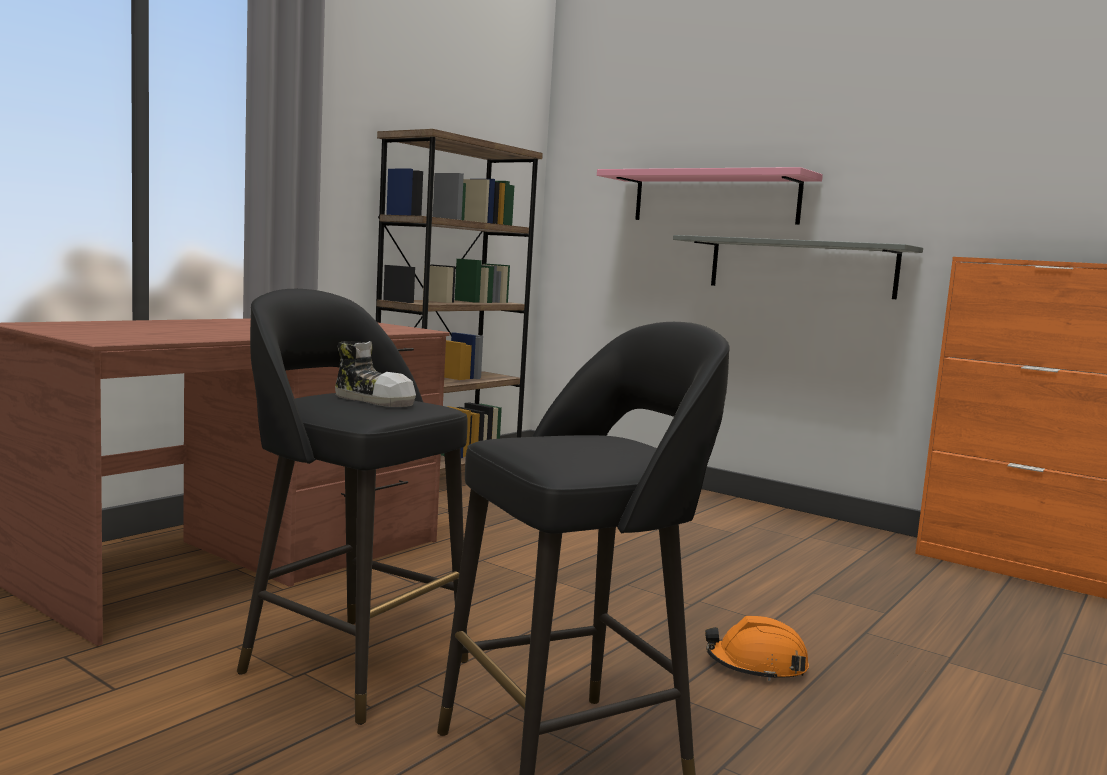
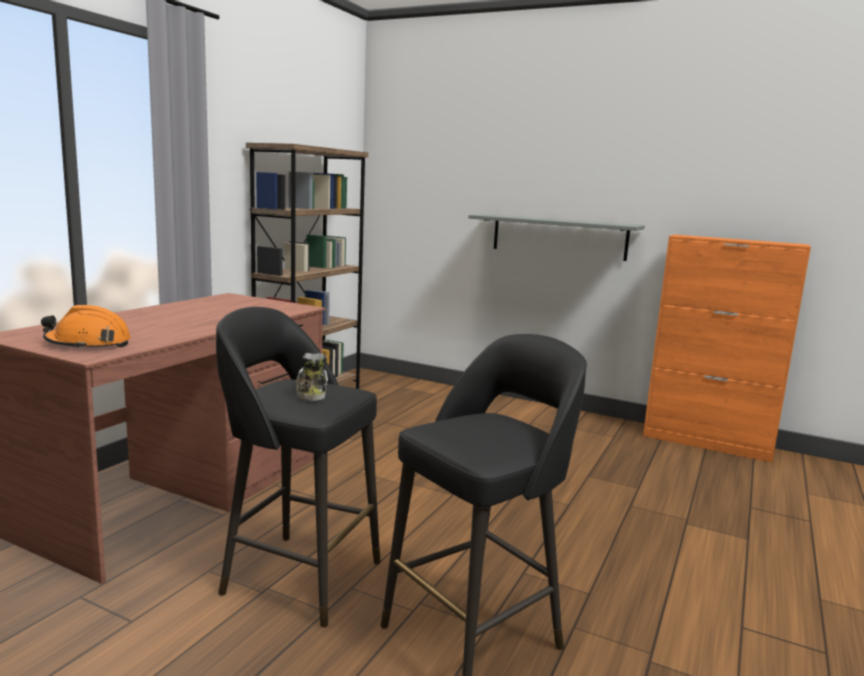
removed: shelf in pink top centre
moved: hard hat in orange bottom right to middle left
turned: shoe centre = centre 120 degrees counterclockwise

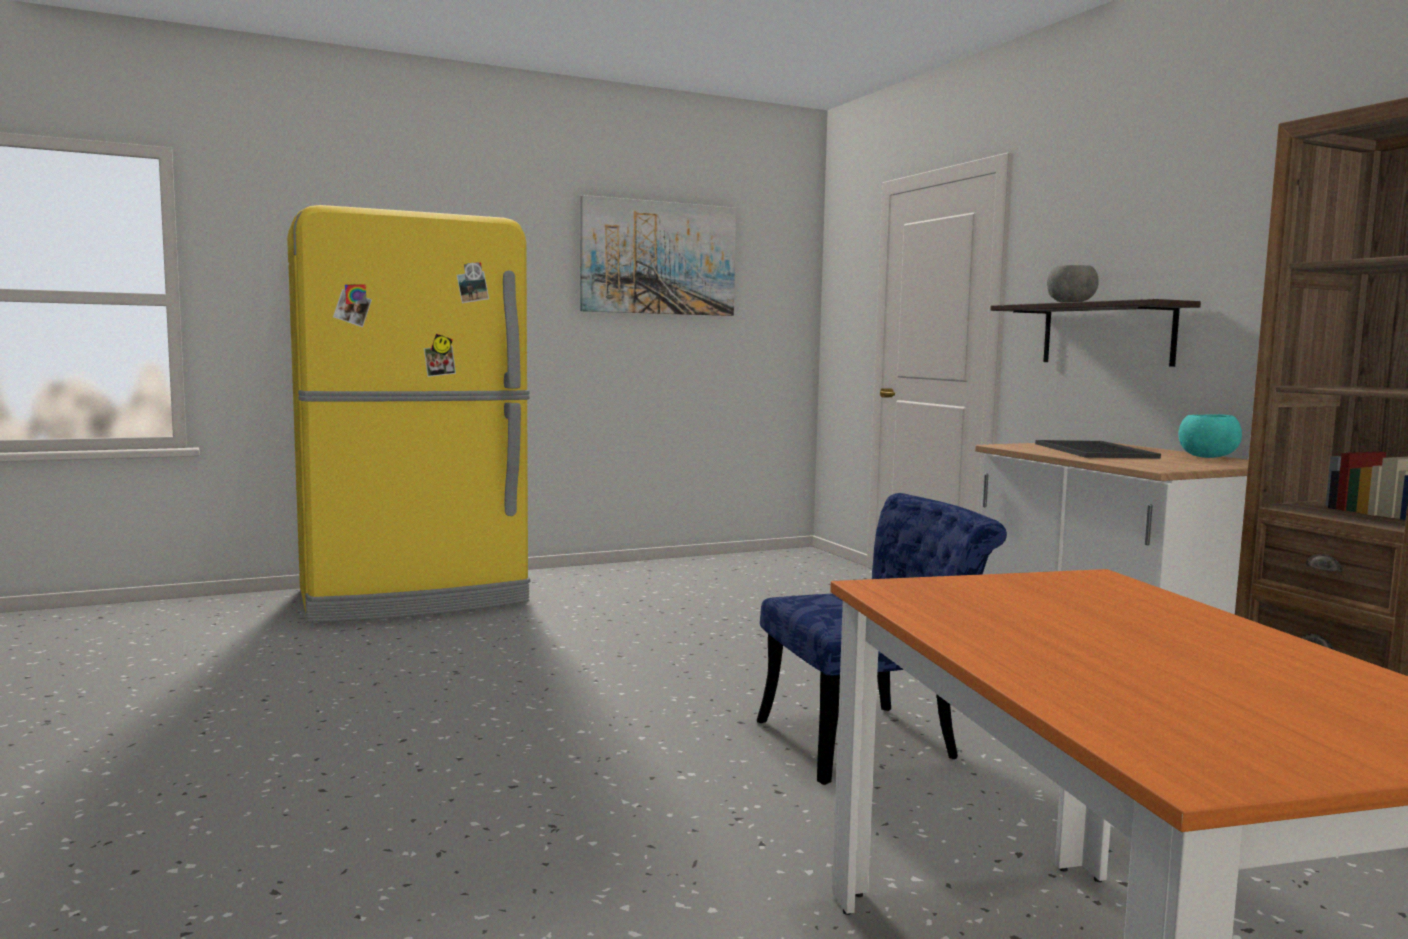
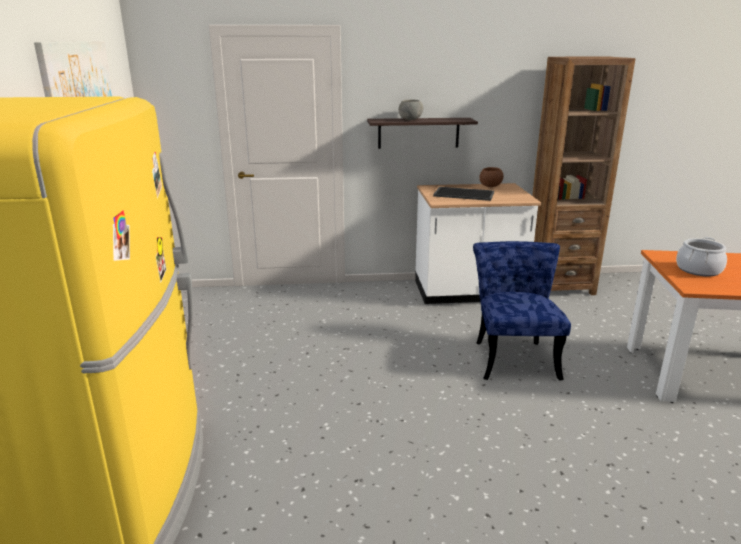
added: cooking pot middle right
recoloured: bowl in turquoise middle right to bowl in brown top centre

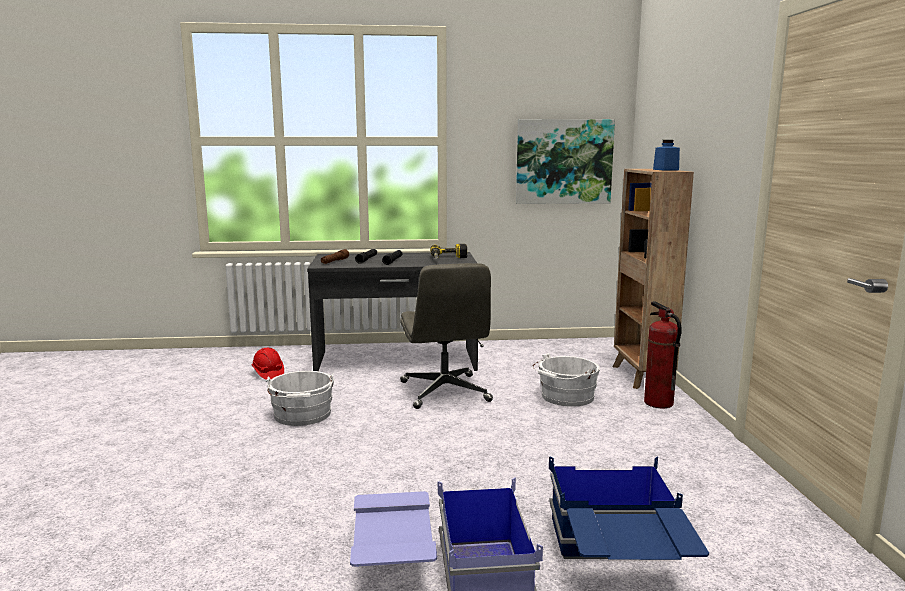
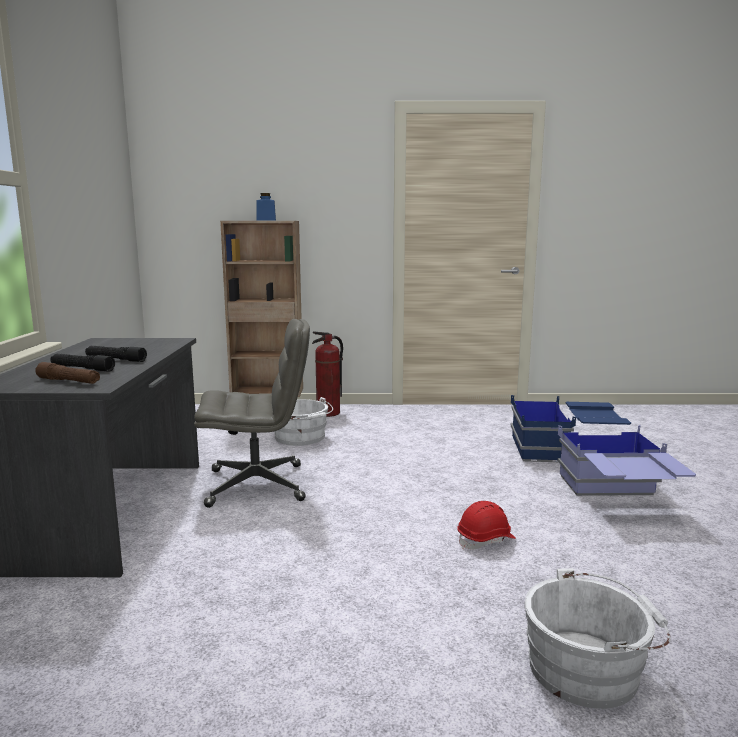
removed: power drill centre; picture top centre
moved: hard hat in red middle left to bottom centre; bucket in white (1st from left in the first image) bottom left to bucket in white (2nd from left) bottom right

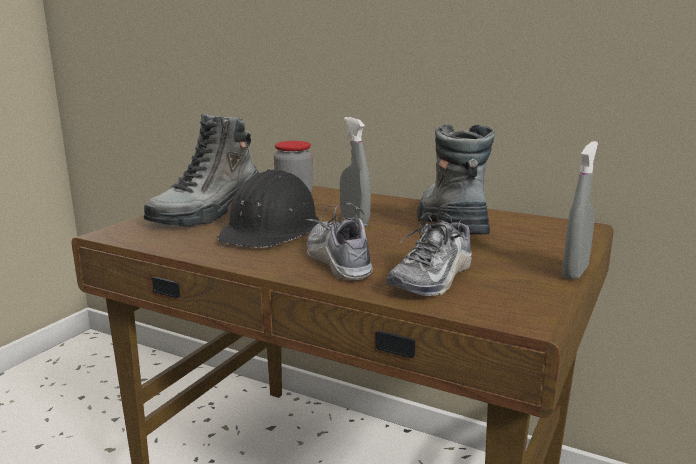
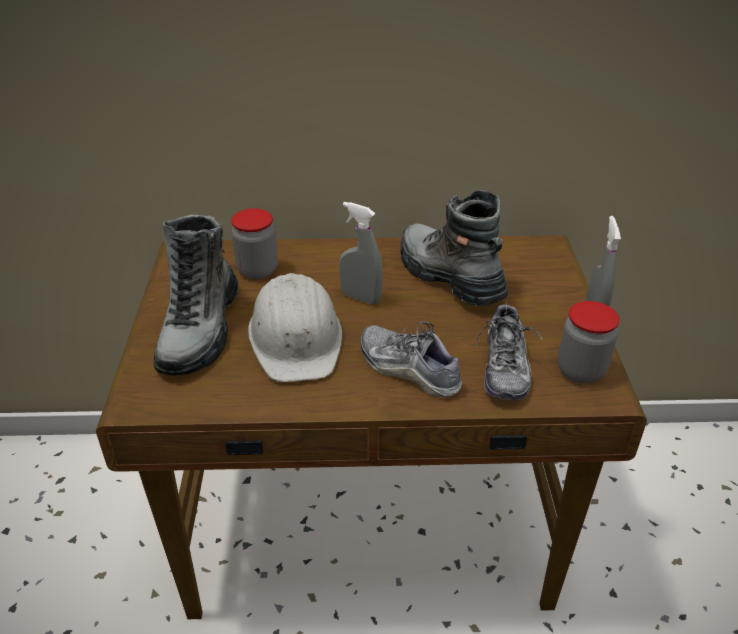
added: jar (2nd from left) middle right
recoloured: hard hat in black centre to hard hat in white centre

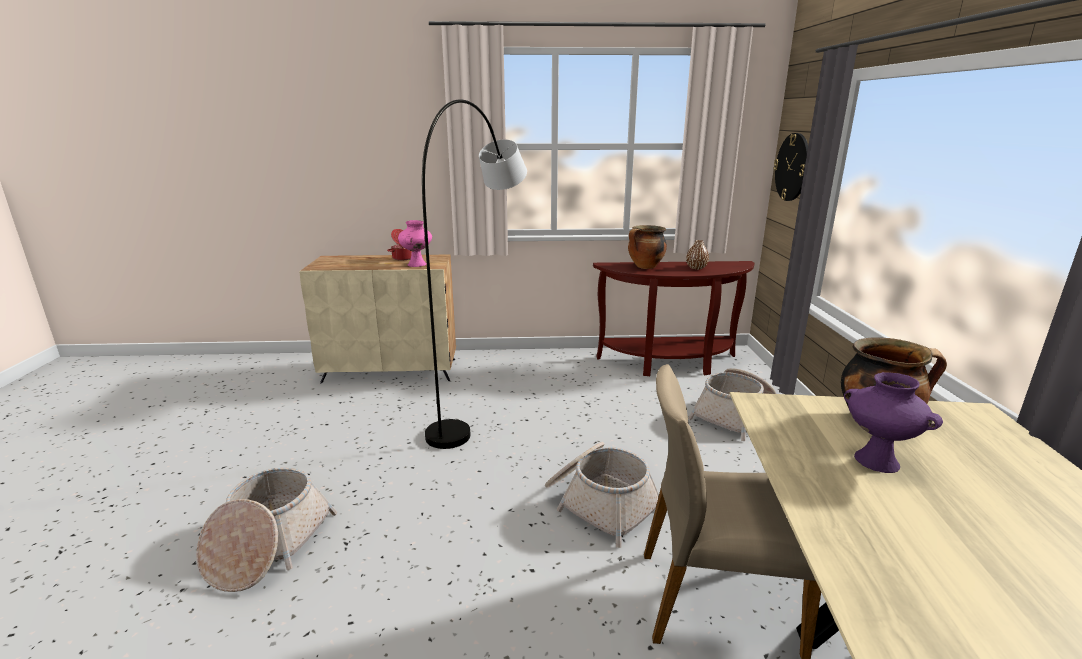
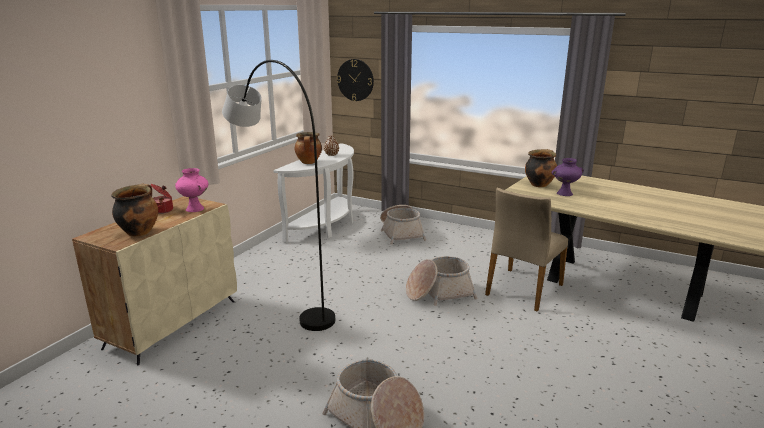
added: cooking pot (1st from left) middle left
recoloured: console table in brown centre to console table in white centre

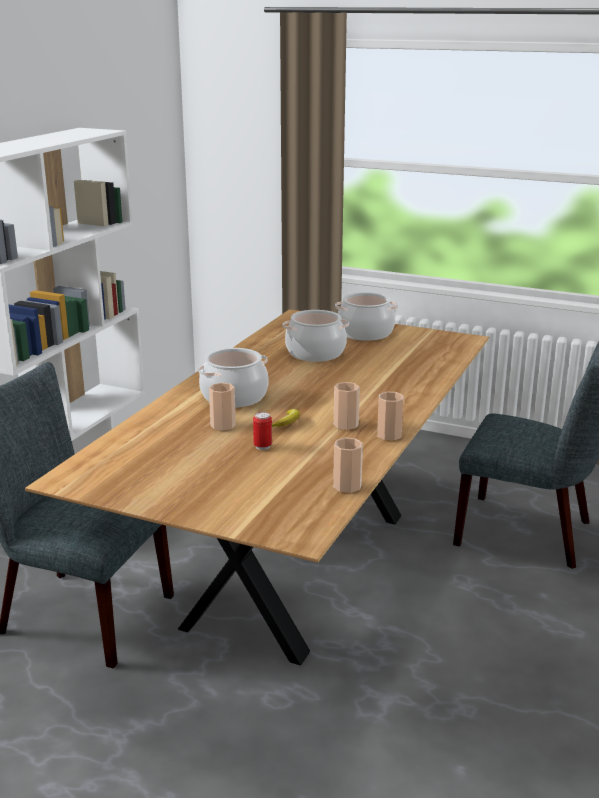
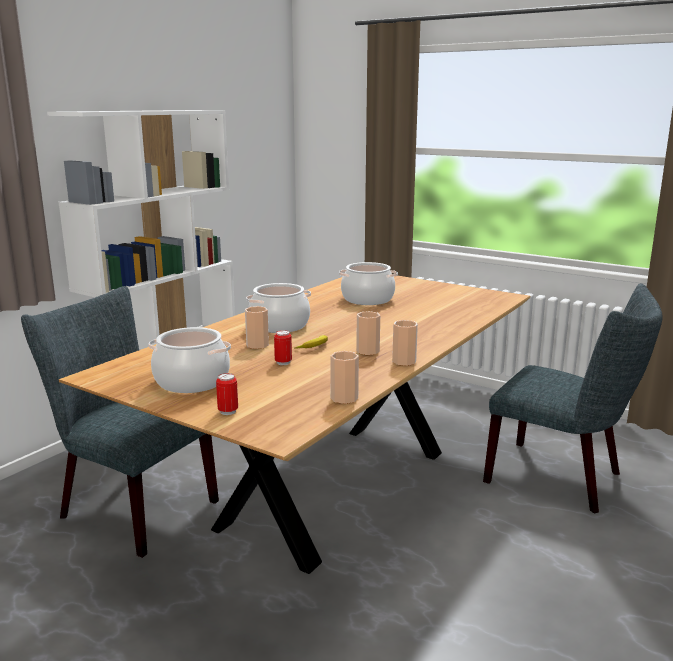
added: can (1st from left) centre
moved: cooking pot (3rd from left in the first image) centre to cooking pot (1st from left) middle left

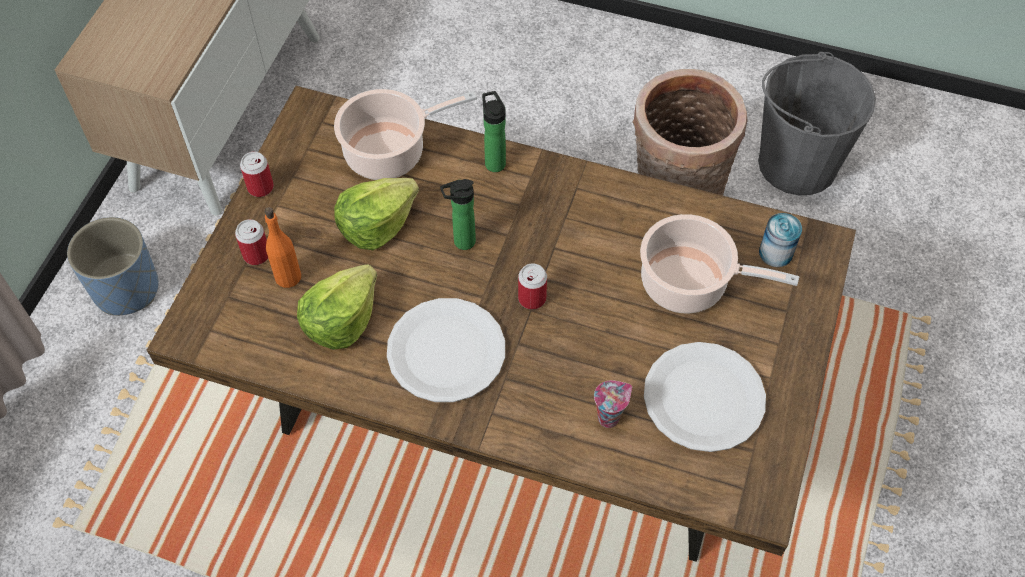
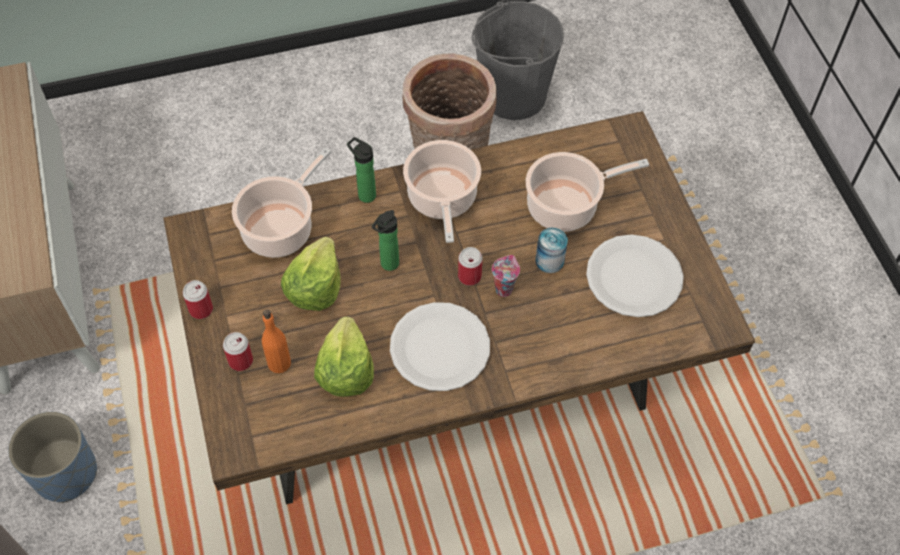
added: cooking pot (2nd from left) centre
moved: cup bottom centre to centre; can (4th from left) middle right to centre

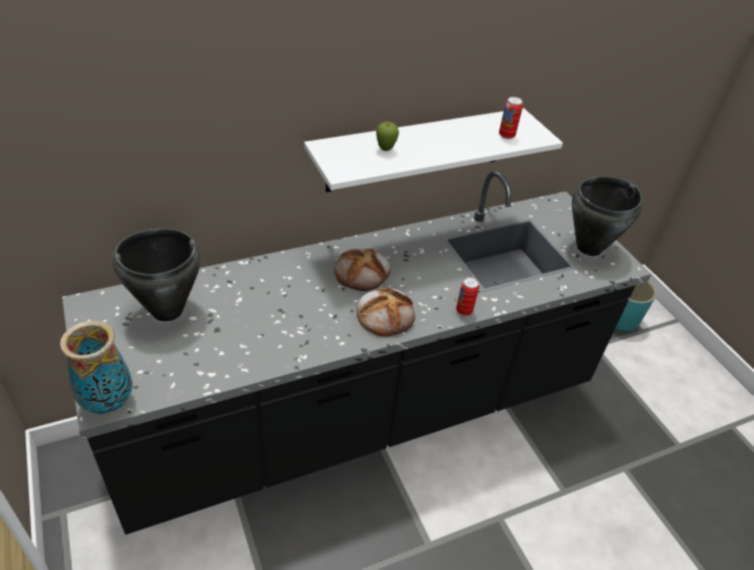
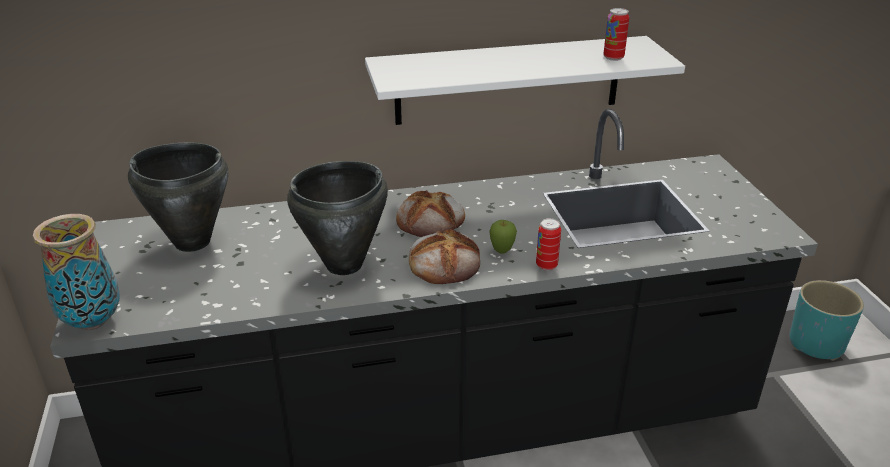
moved: apple top centre to centre; cooking pot in black (2nd from left) middle right to centre

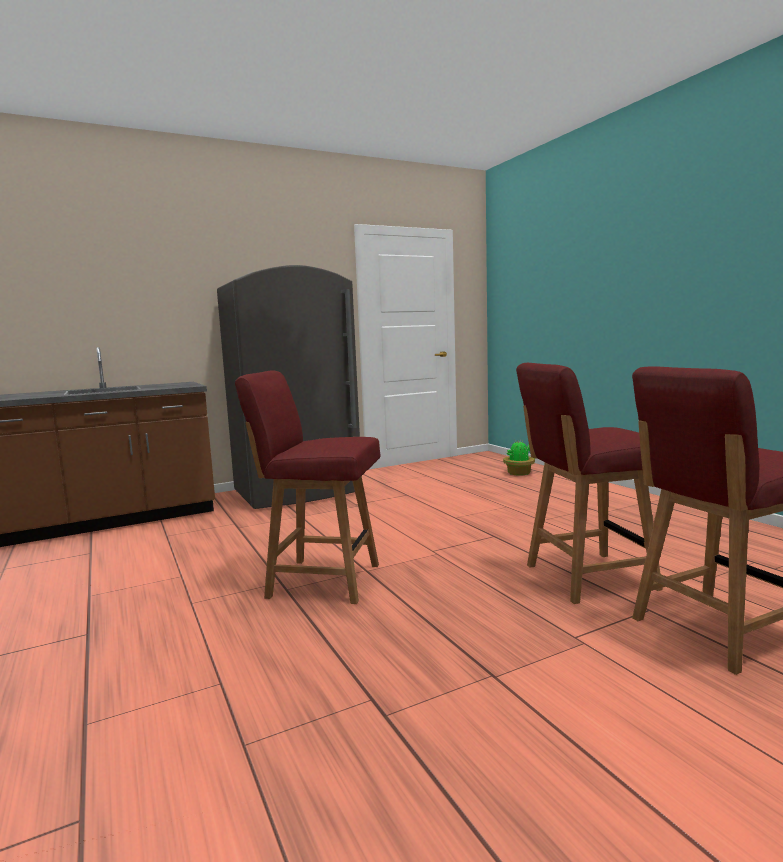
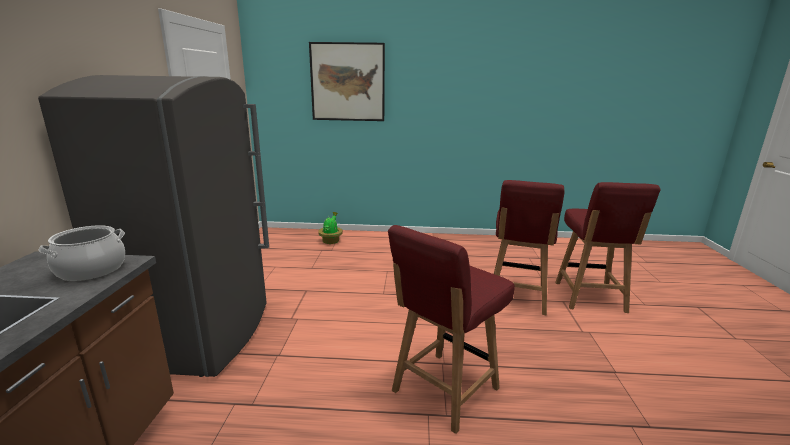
added: cooking pot middle left; picture top centre

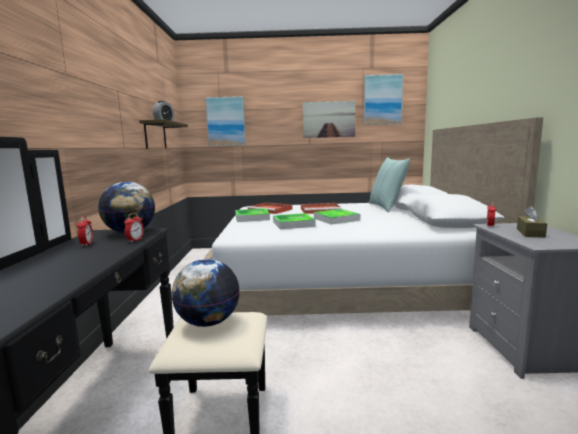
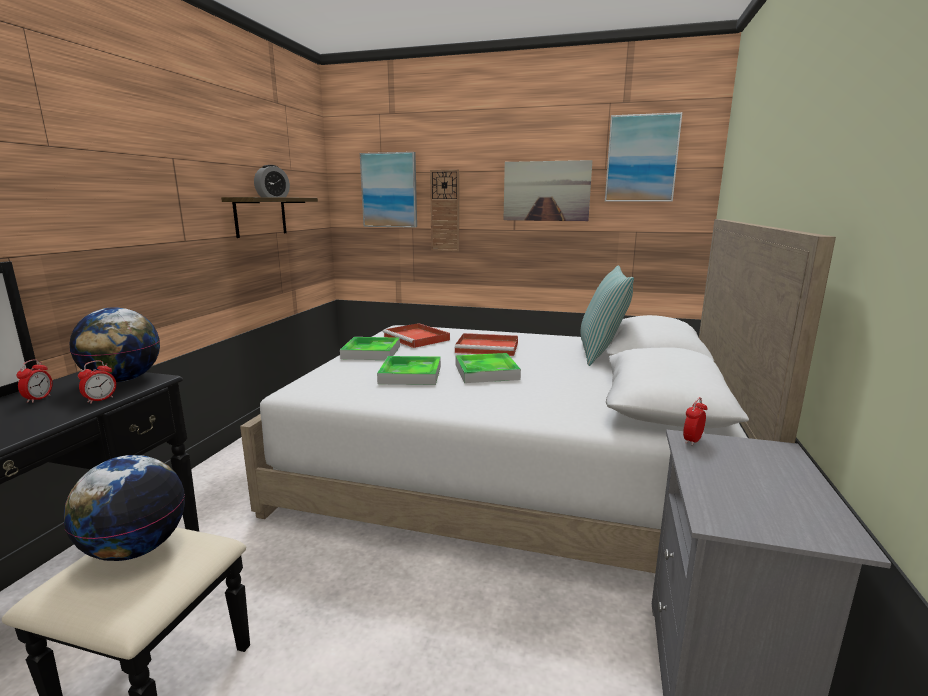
removed: tissue box in brown middle right
added: wall clock top centre

